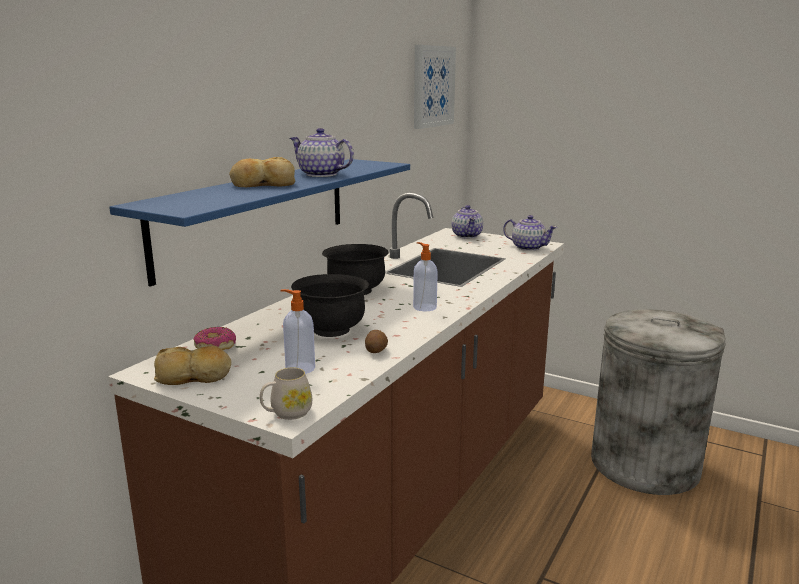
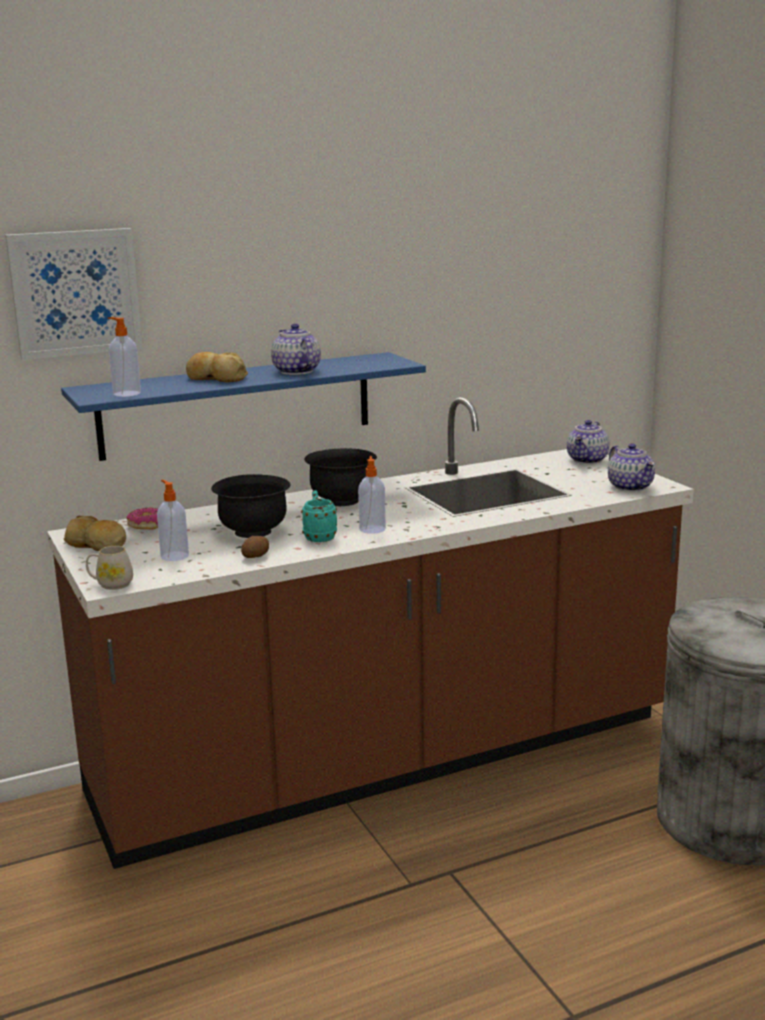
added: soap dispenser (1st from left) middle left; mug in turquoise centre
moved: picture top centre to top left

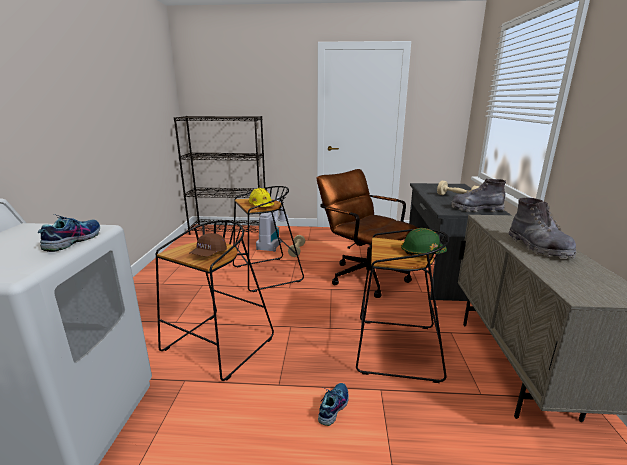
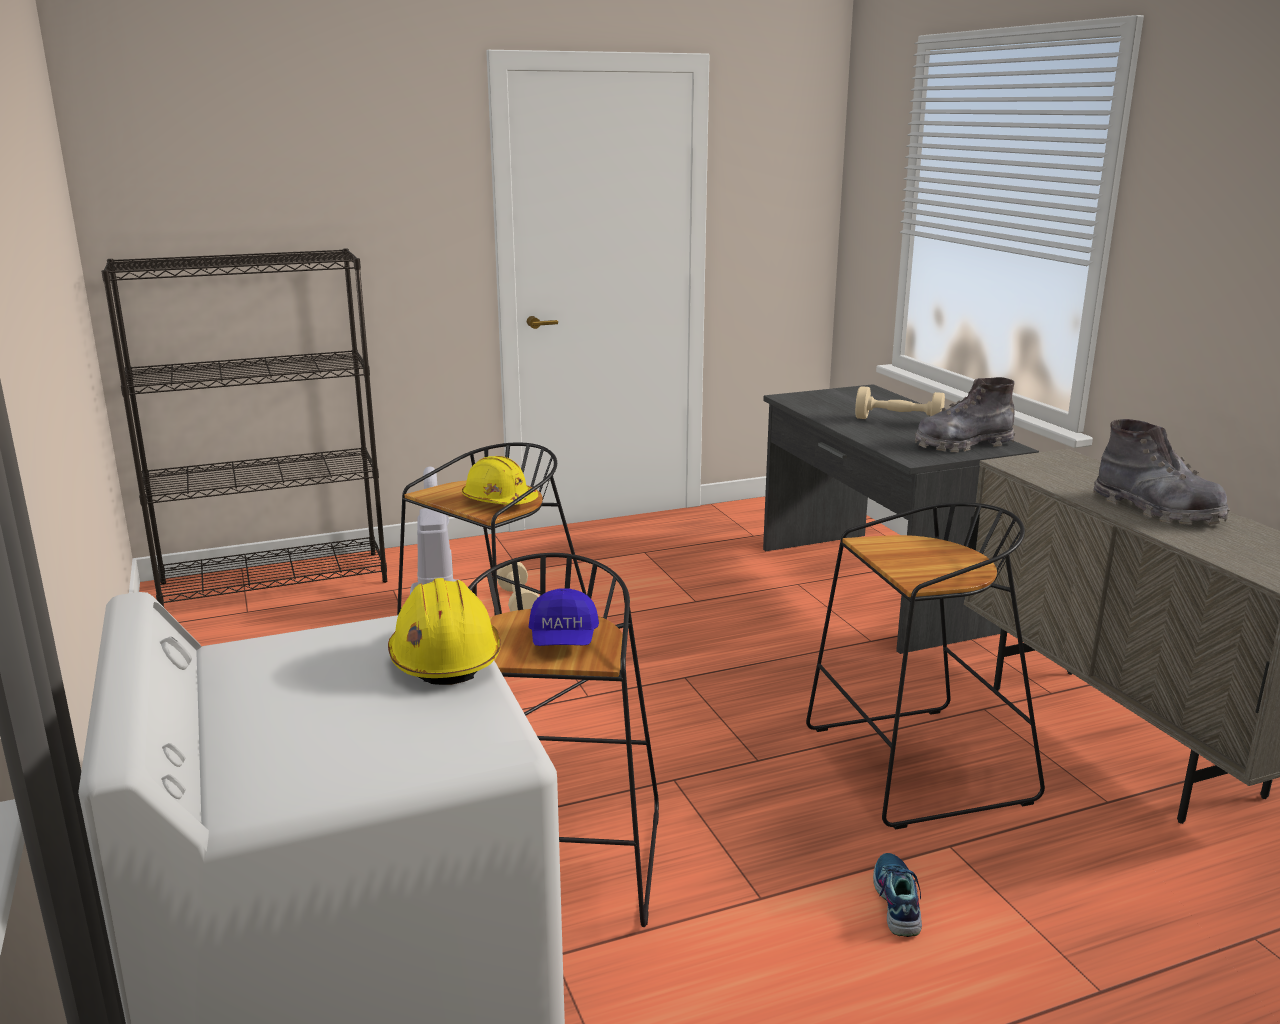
removed: office chair in brown centre; hard hat in green middle right
replaced: shoe (1st from left) middle left to hard hat in yellow (1st from left) centre
recoloured: cap in brown middle left to cap in blue centre

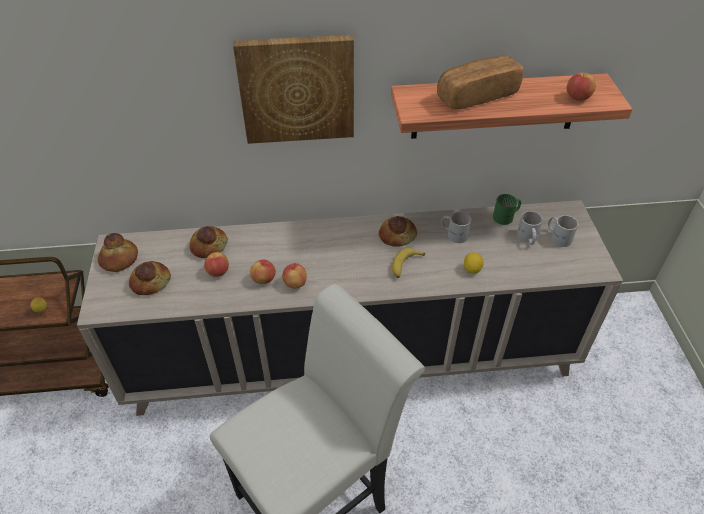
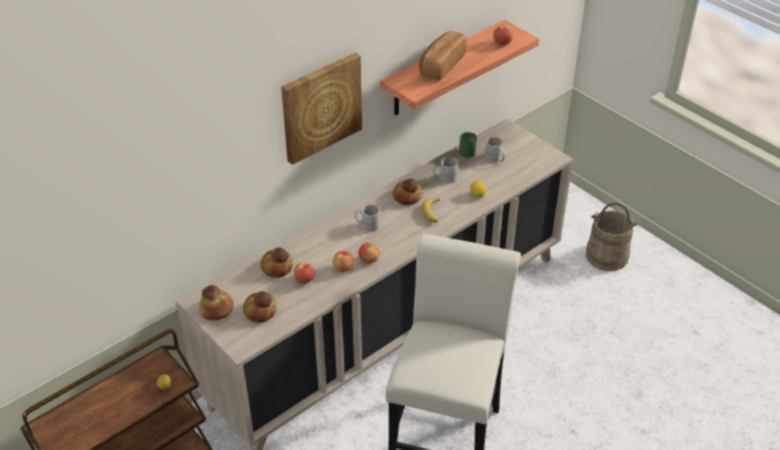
added: bucket in beige middle right
moved: mug in white (3rd from left in the first image) middle right to mug in white (1st from left) centre

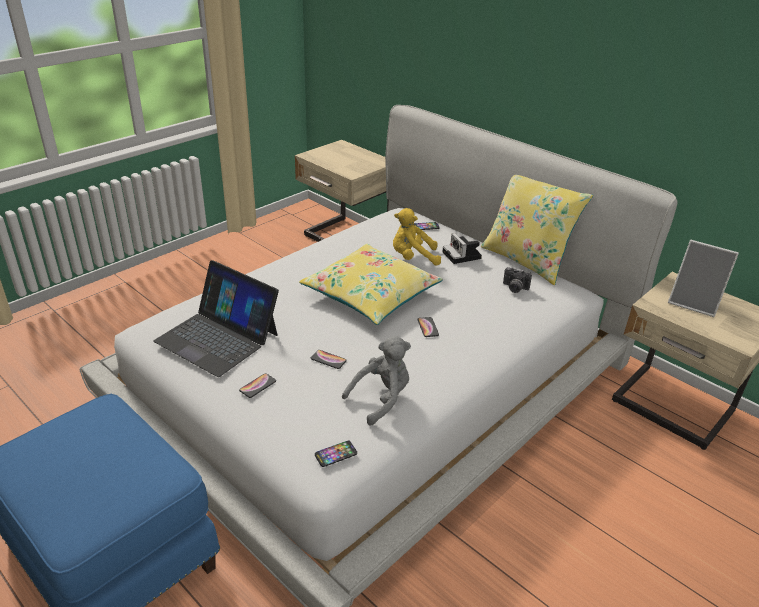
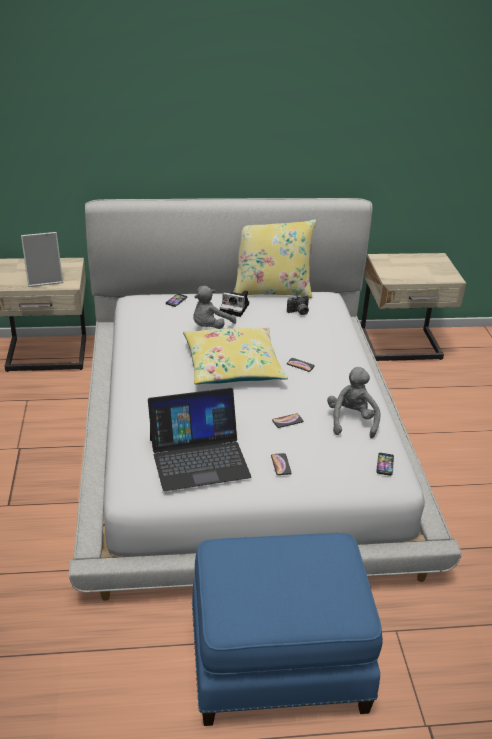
moved: picture frame middle right to middle left
recoloured: plush toy in yellow centre to plush toy in grey (1st from left) centre

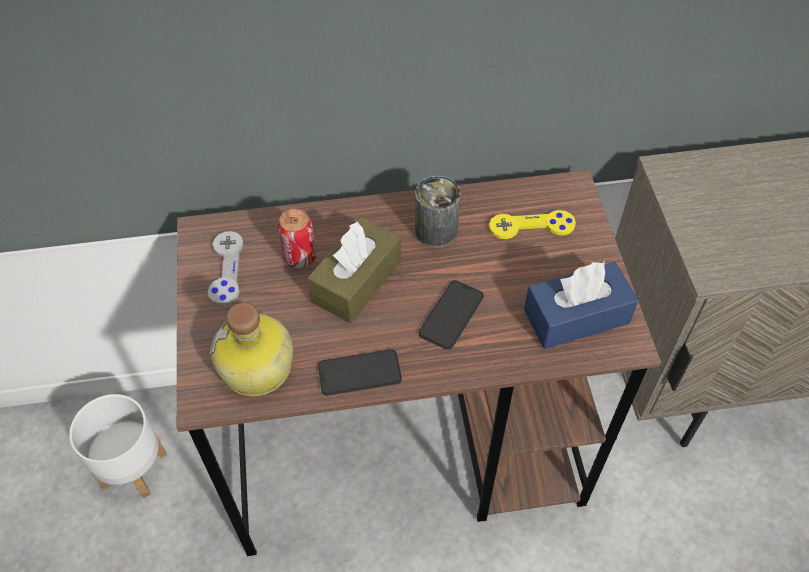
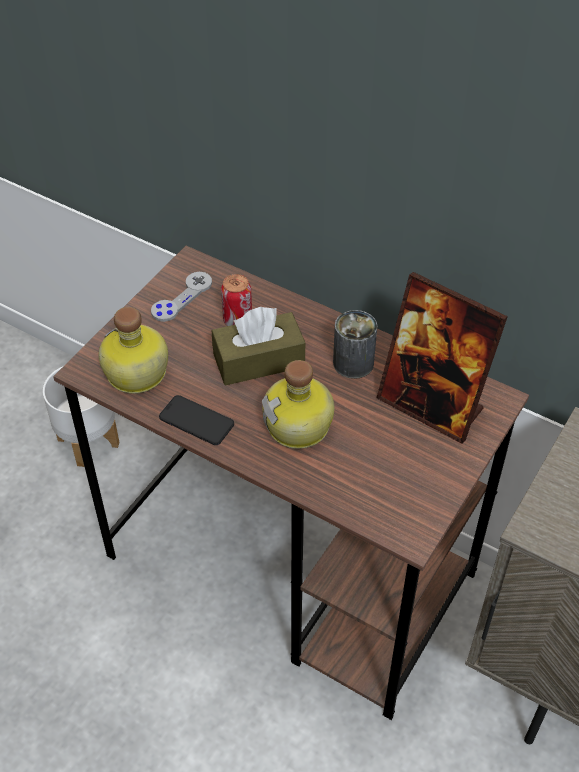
removed: tissue box in blue middle right
replaced: phone (2nd from left) centre to bottle (2nd from left) centre; game controller in yellow centre to picture frame middle right

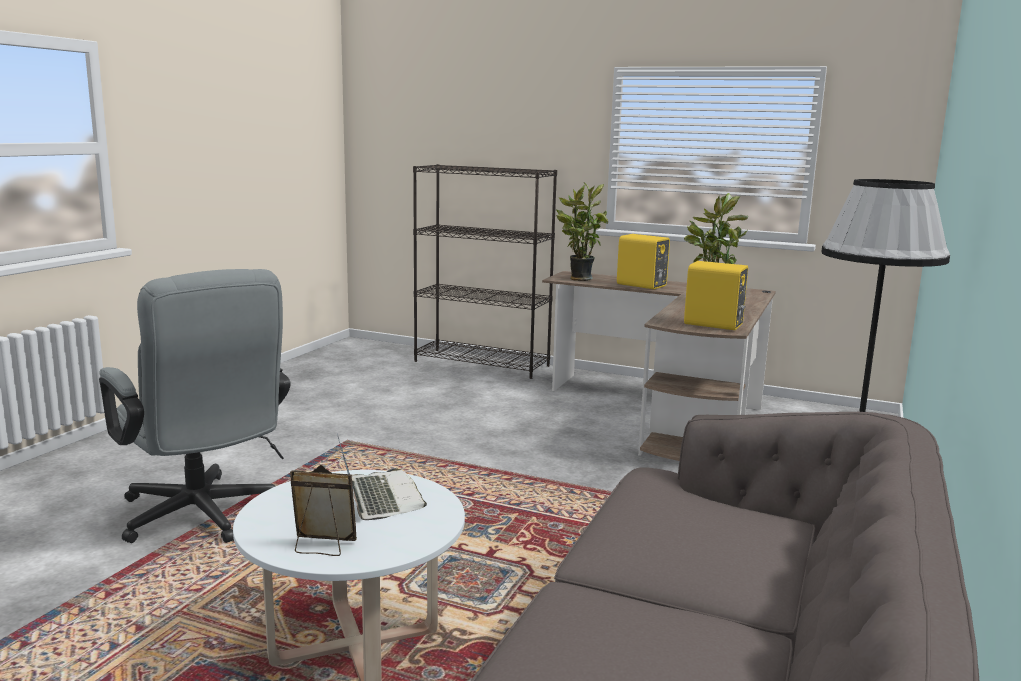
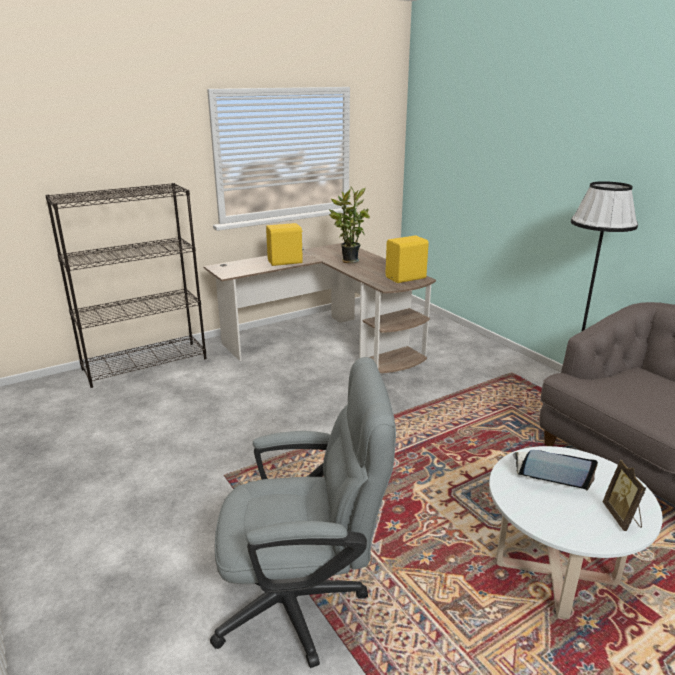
removed: potted plant (1st from left) centre
turned: picture frame bottom left = bottom right 45 degrees counterclockwise

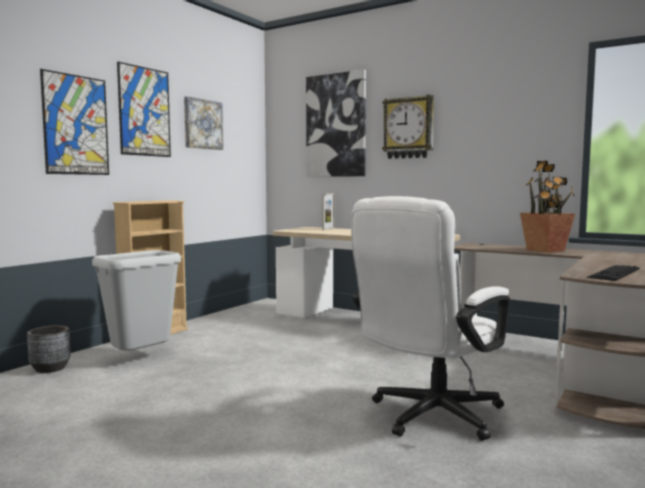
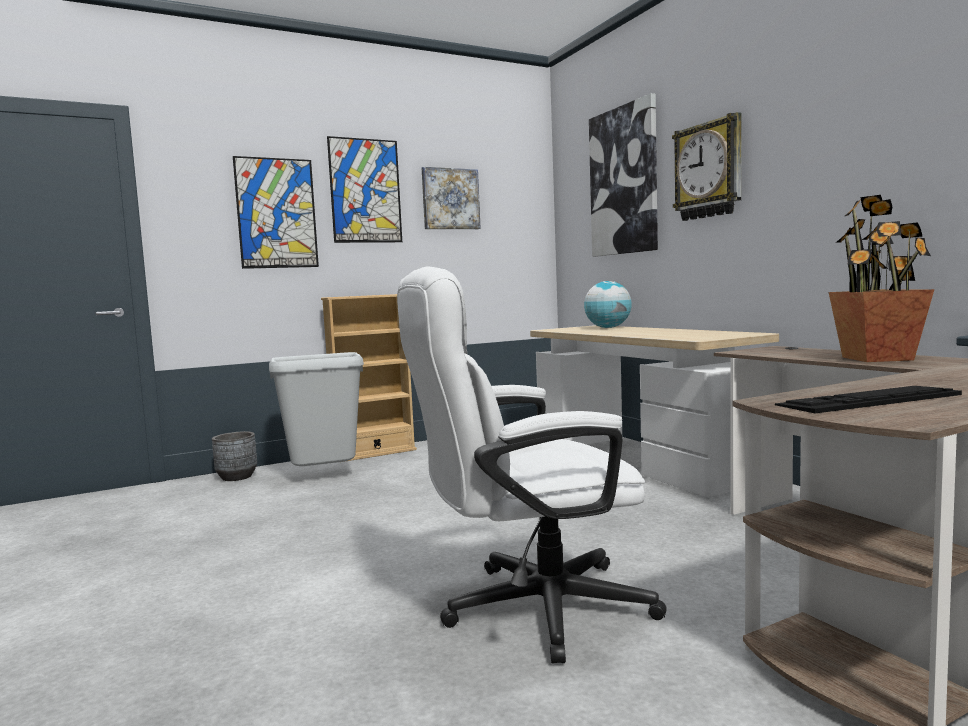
replaced: picture frame centre to globe centre

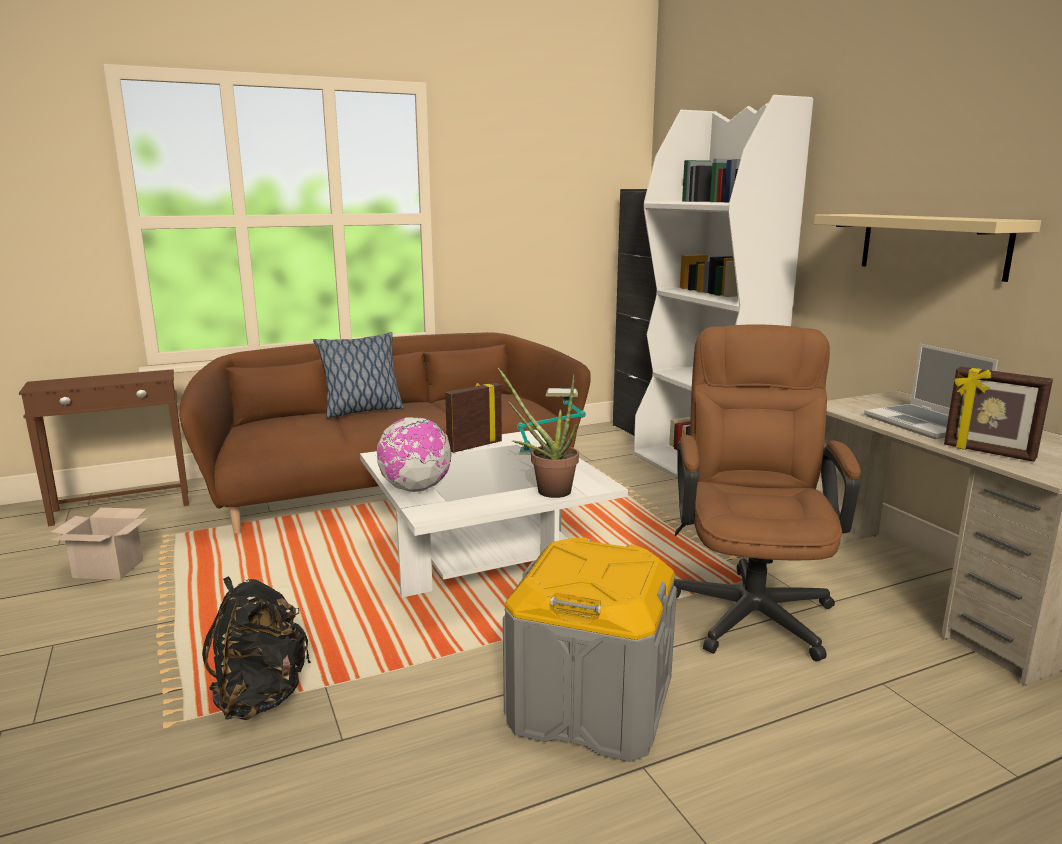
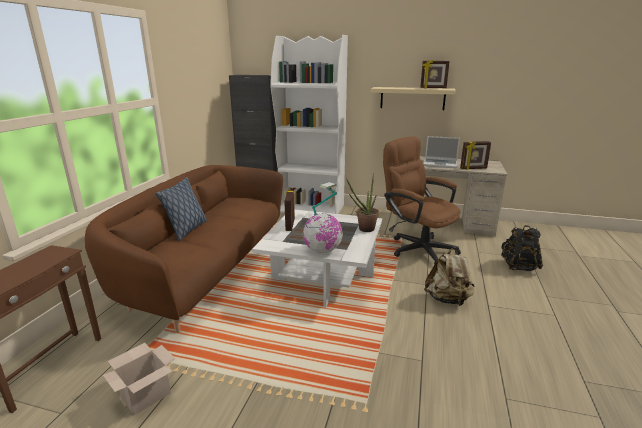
added: picture frame (2nd from left) top right
moved: backpack in black bottom left to middle right
replaced: storage box in grey bottom centre to backpack in beige middle right

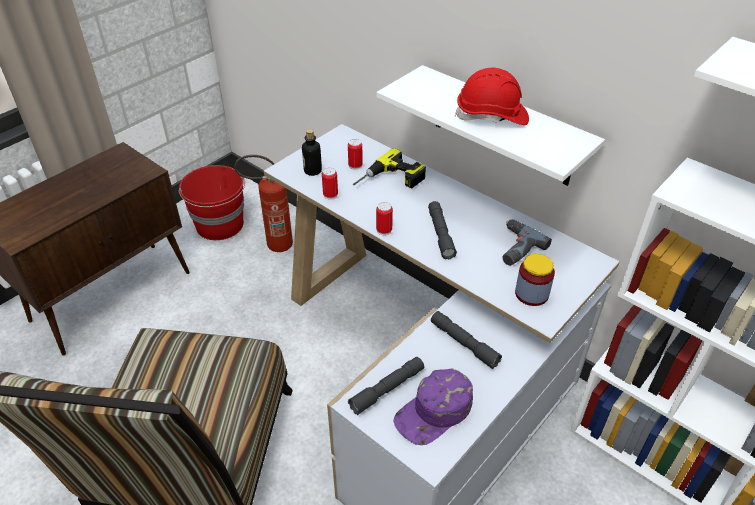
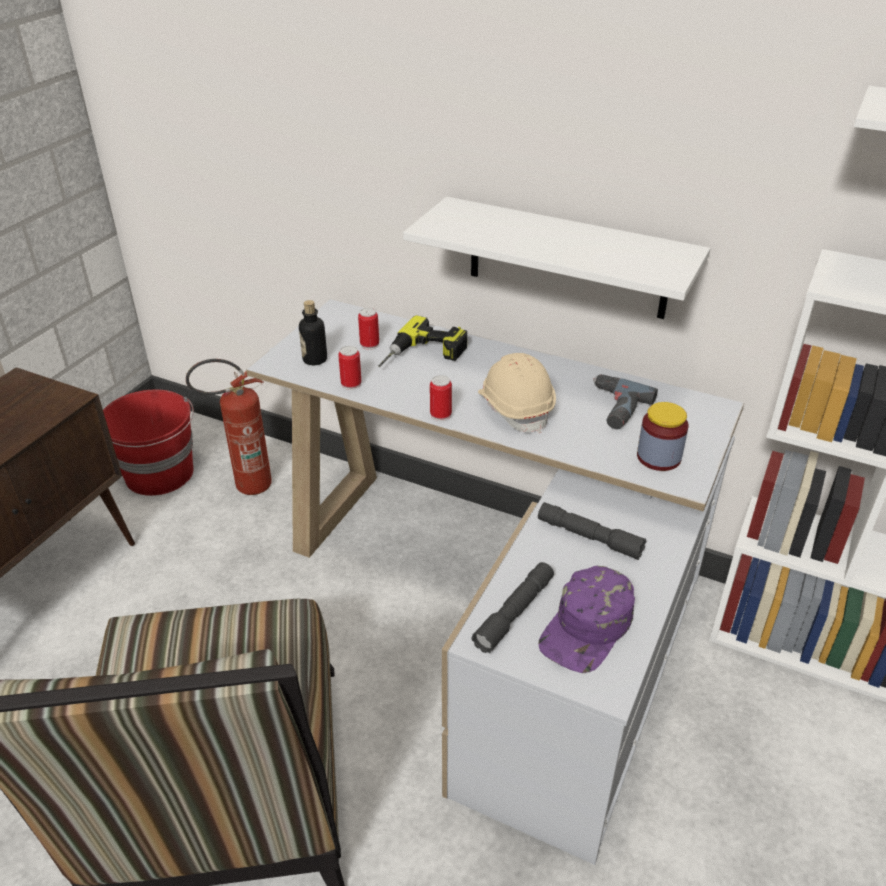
removed: hard hat in red top centre
replaced: flashlight in grey (2nd from left) centre to hard hat in beige centre

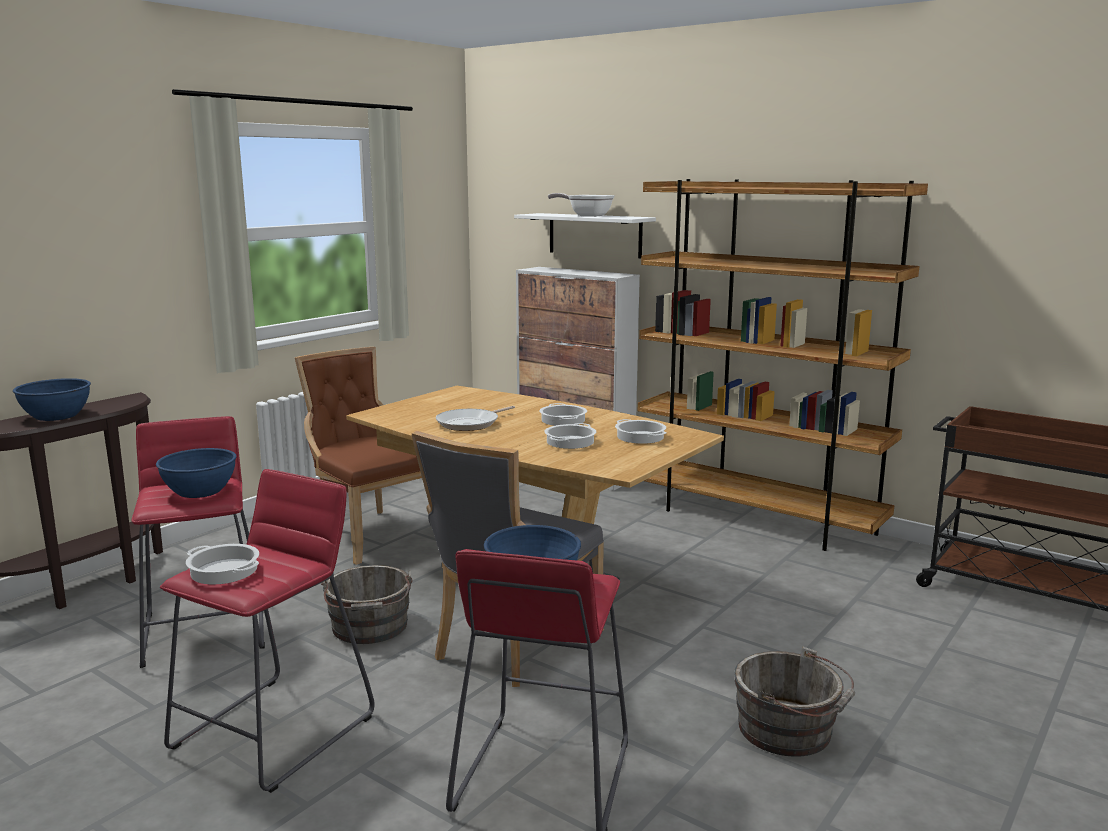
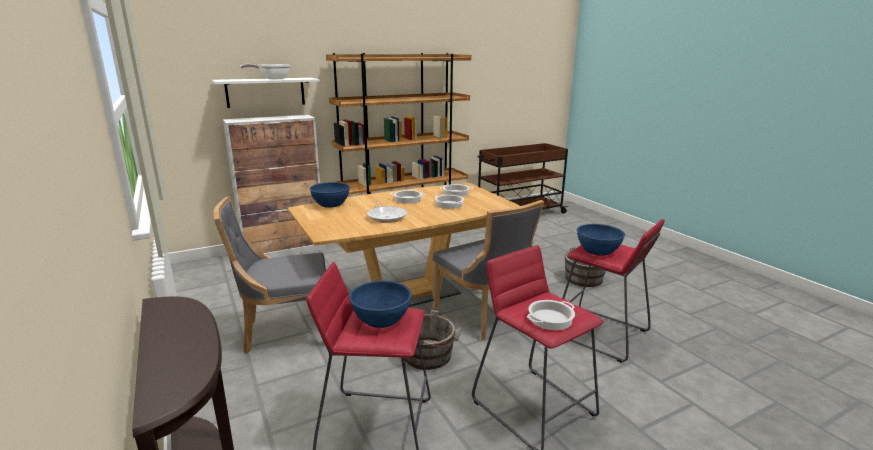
moved: bowl in blue (1st from left) middle left to centre
recoloured: chair in brown middle left to chair in grey (1st from left) middle left

